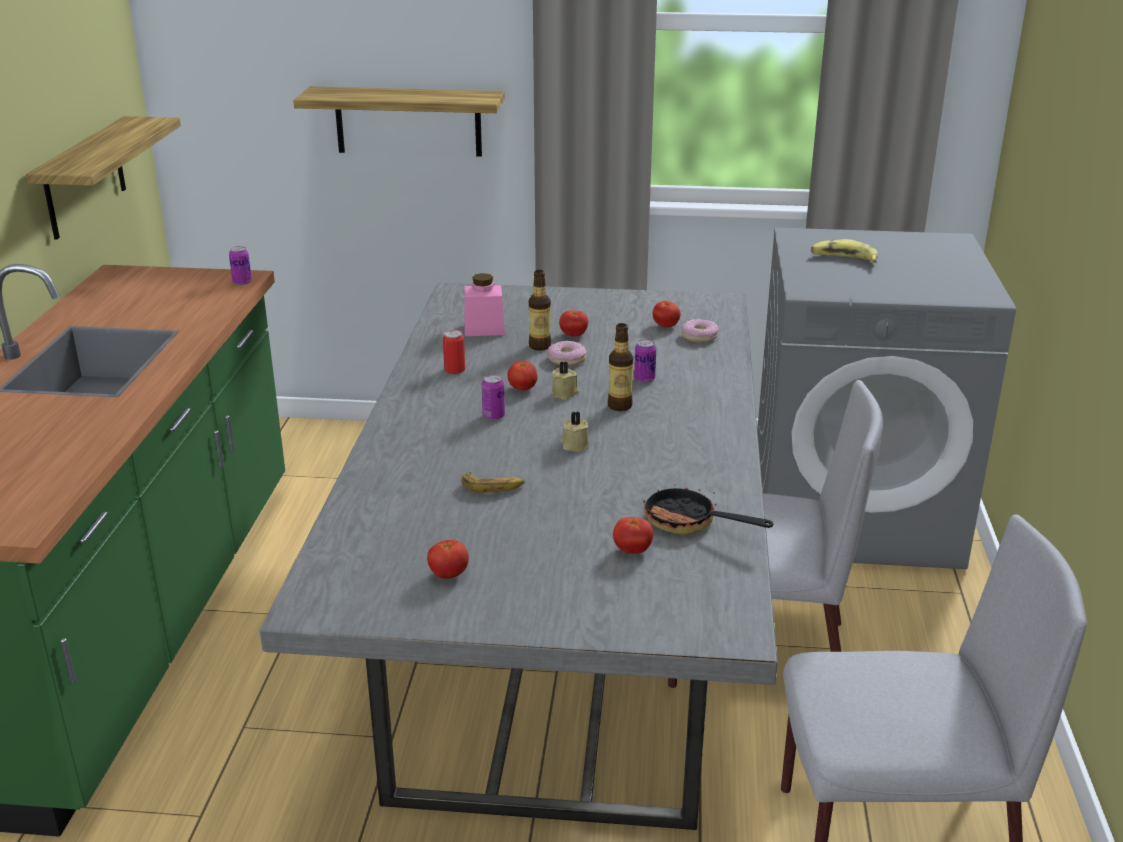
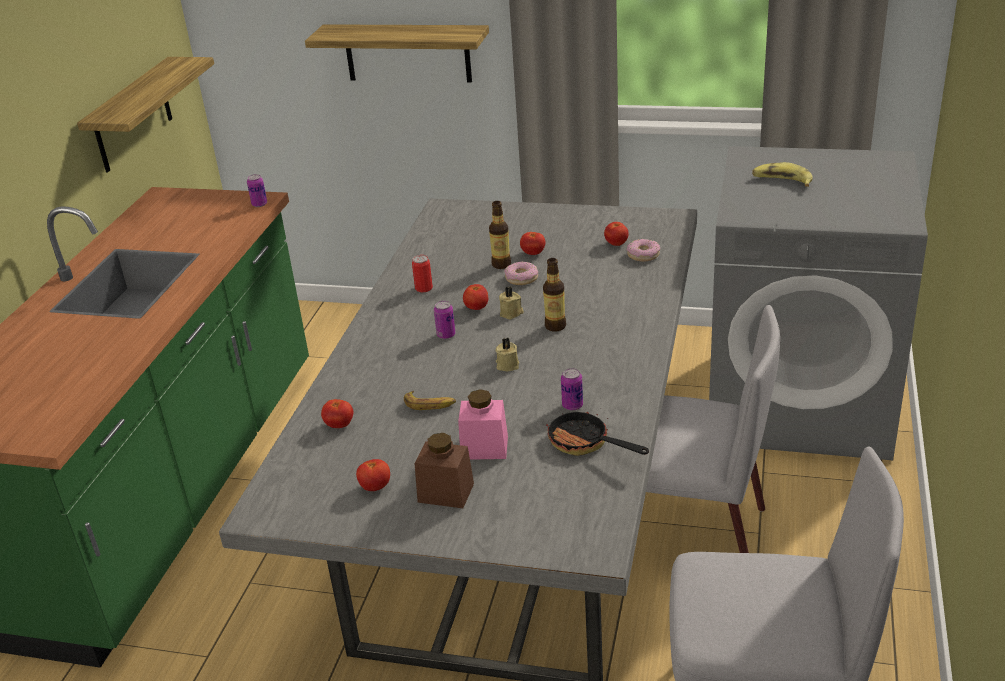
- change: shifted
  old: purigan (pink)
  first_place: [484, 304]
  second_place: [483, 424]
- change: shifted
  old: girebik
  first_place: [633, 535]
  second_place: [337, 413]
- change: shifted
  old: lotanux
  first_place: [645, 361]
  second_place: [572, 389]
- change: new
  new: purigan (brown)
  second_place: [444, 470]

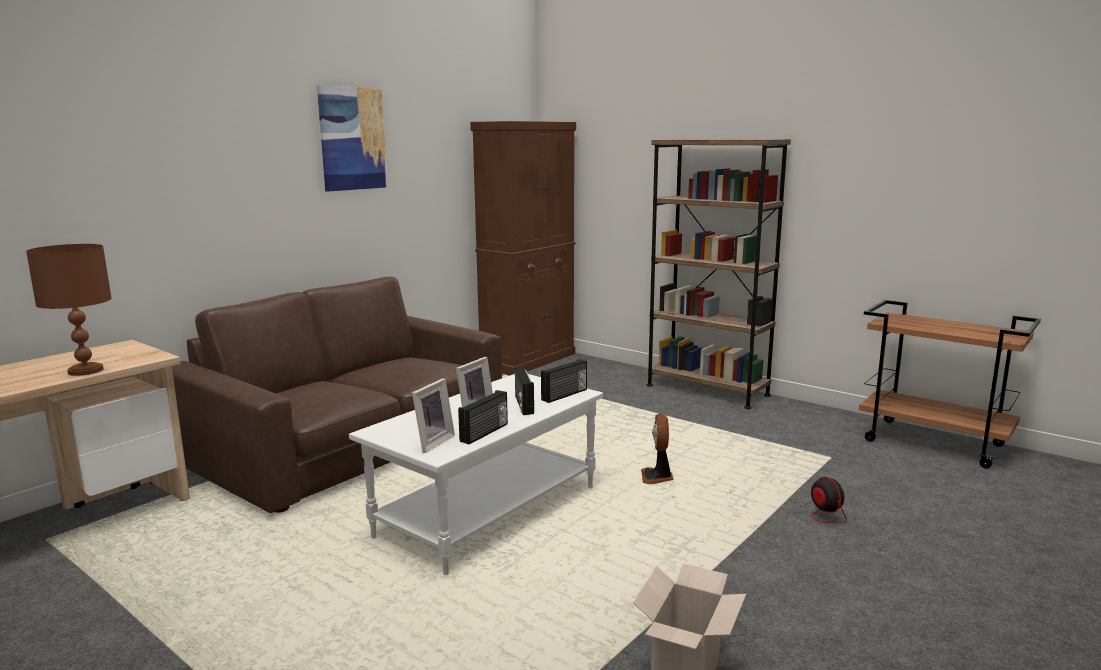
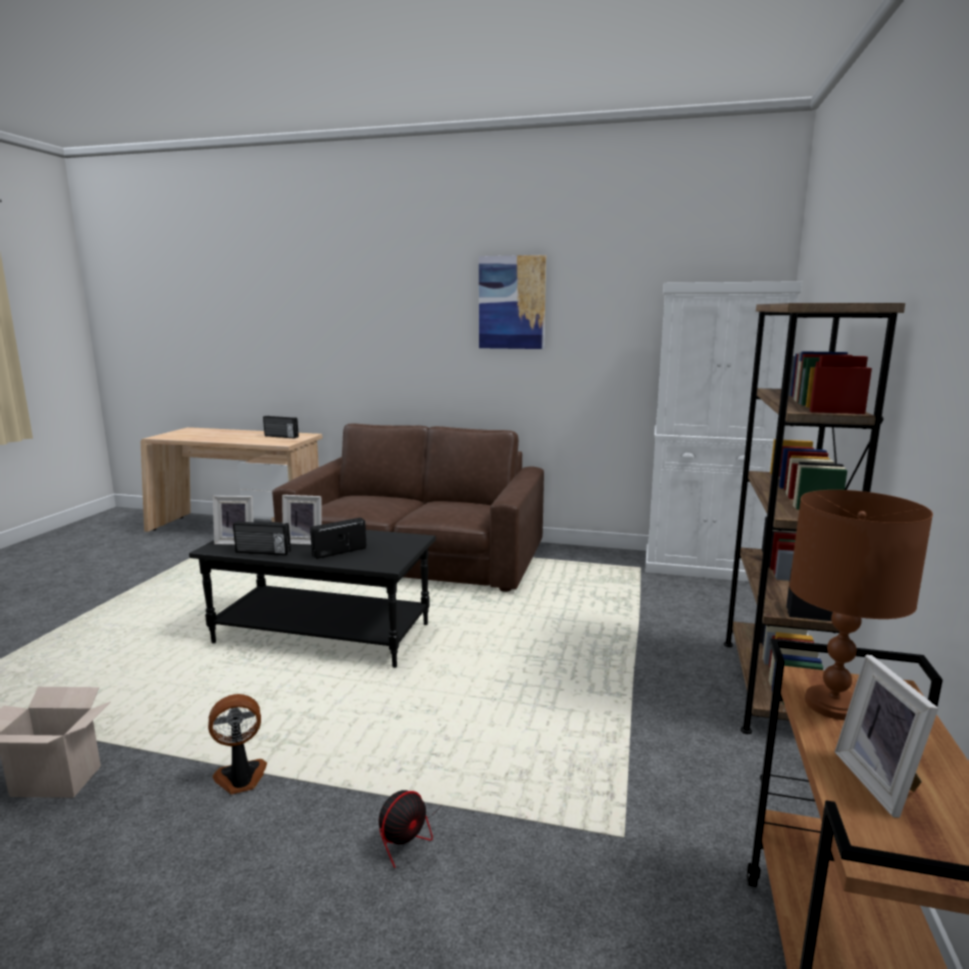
- change: shifted
  old: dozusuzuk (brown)
  first_place: [69, 310]
  second_place: [861, 605]
- change: repainted
  old: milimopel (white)
  new: milimopel (black)
  first_place: [476, 474]
  second_place: [312, 594]
- change: repainted
  old: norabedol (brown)
  new: norabedol (white)
  first_place: [523, 248]
  second_place: [723, 431]
- change: shifted
  old: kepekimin
  first_place: [564, 381]
  second_place: [281, 427]
- change: shifted
  old: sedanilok
  first_place: [657, 449]
  second_place: [237, 744]
- change: new
  new: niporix
  second_place: [887, 736]

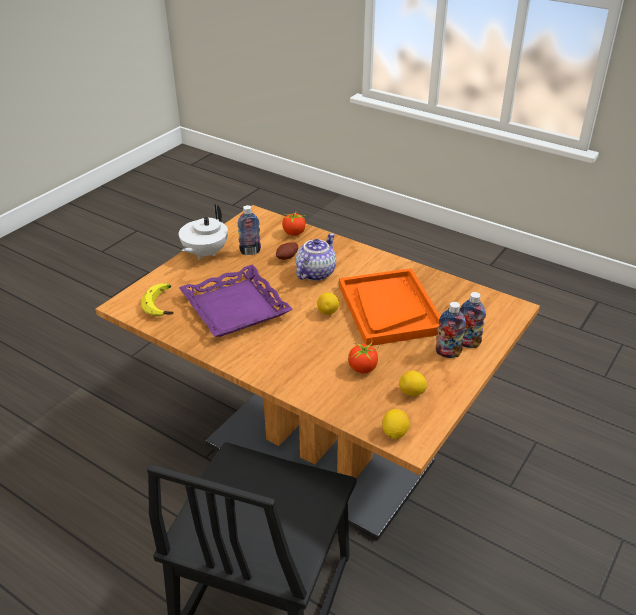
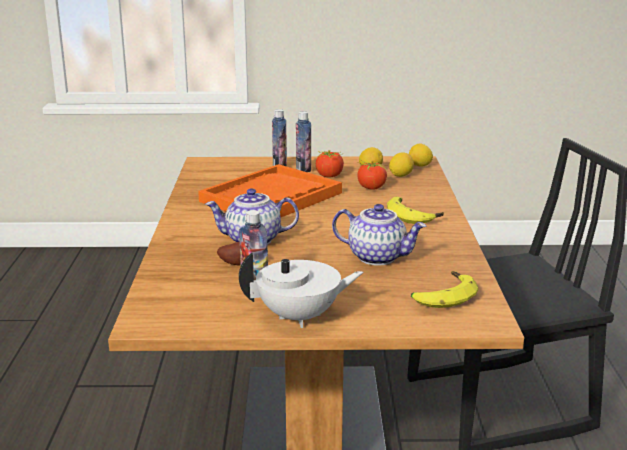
- change: swapped
  old: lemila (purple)
  new: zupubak
  first_place: [236, 301]
  second_place: [379, 234]
- change: shifted
  old: girebik
  first_place: [294, 224]
  second_place: [330, 164]
- change: shifted
  old: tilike
  first_place: [328, 304]
  second_place: [401, 164]
- change: new
  new: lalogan
  second_place: [415, 210]

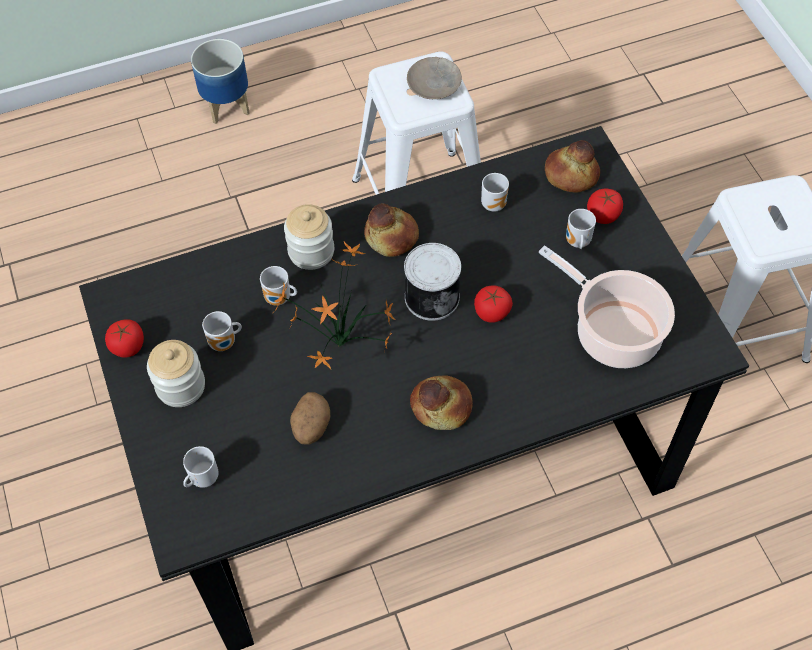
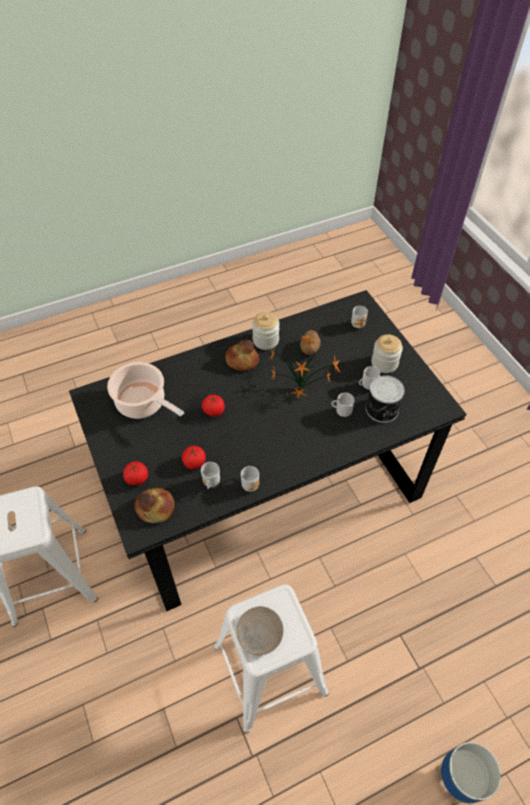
- change: shifted
  old: girebik
  first_place: [124, 338]
  second_place: [194, 457]
- change: shifted
  old: purigan
  first_place: [309, 237]
  second_place: [266, 331]
- change: gone
  old: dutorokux
  first_place: [391, 230]
- change: shifted
  old: lotanux
  first_place: [432, 282]
  second_place: [385, 399]
- change: shifted
  old: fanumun
  first_place: [581, 229]
  second_place: [250, 479]

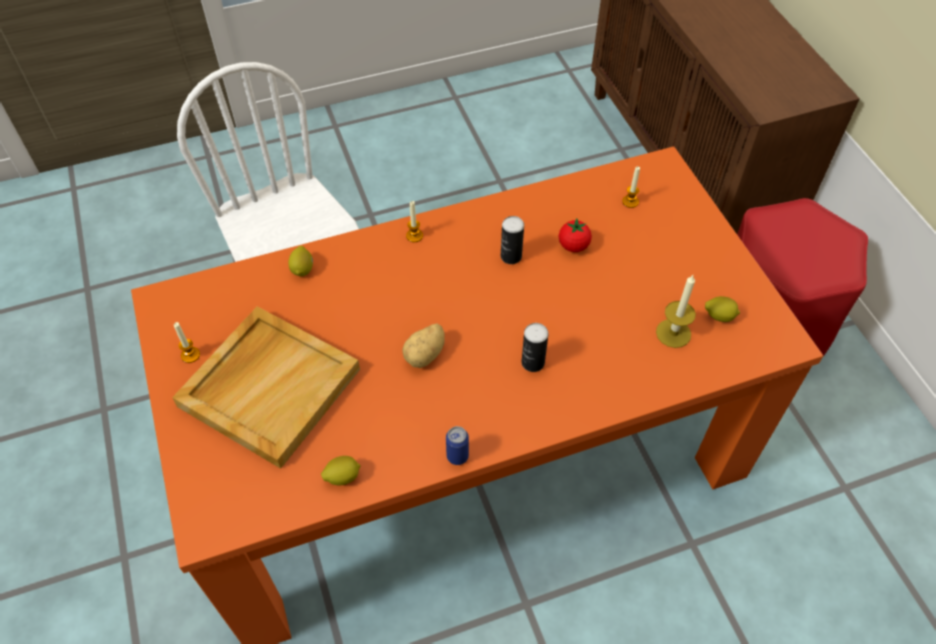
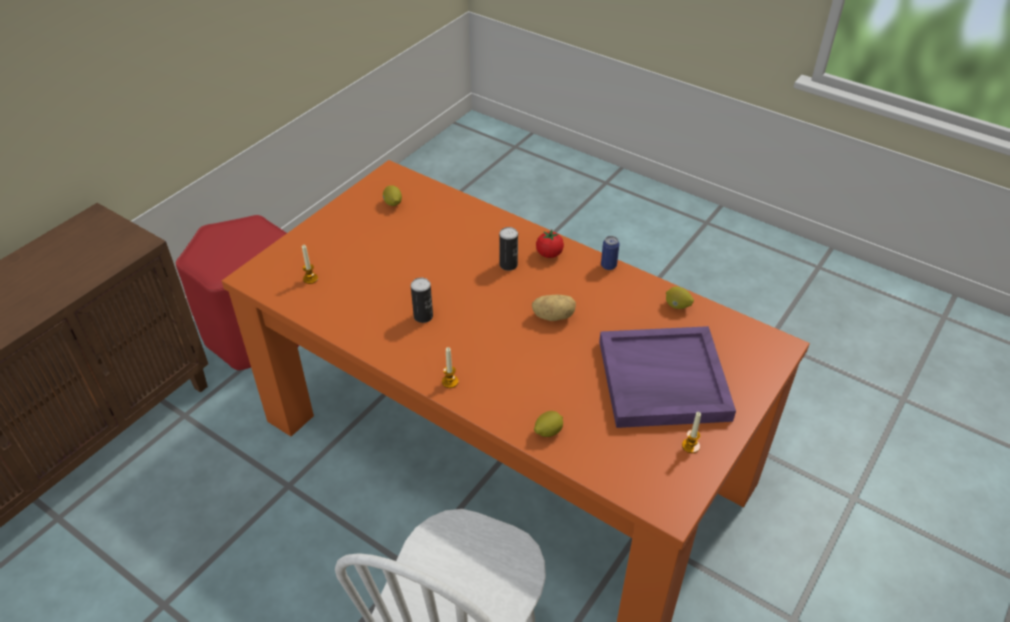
- change: repainted
  old: lemila (beige)
  new: lemila (purple)
  first_place: [266, 387]
  second_place: [667, 377]
- change: shifted
  old: girebik
  first_place: [575, 235]
  second_place: [550, 244]
- change: gone
  old: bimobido
  first_place: [676, 311]

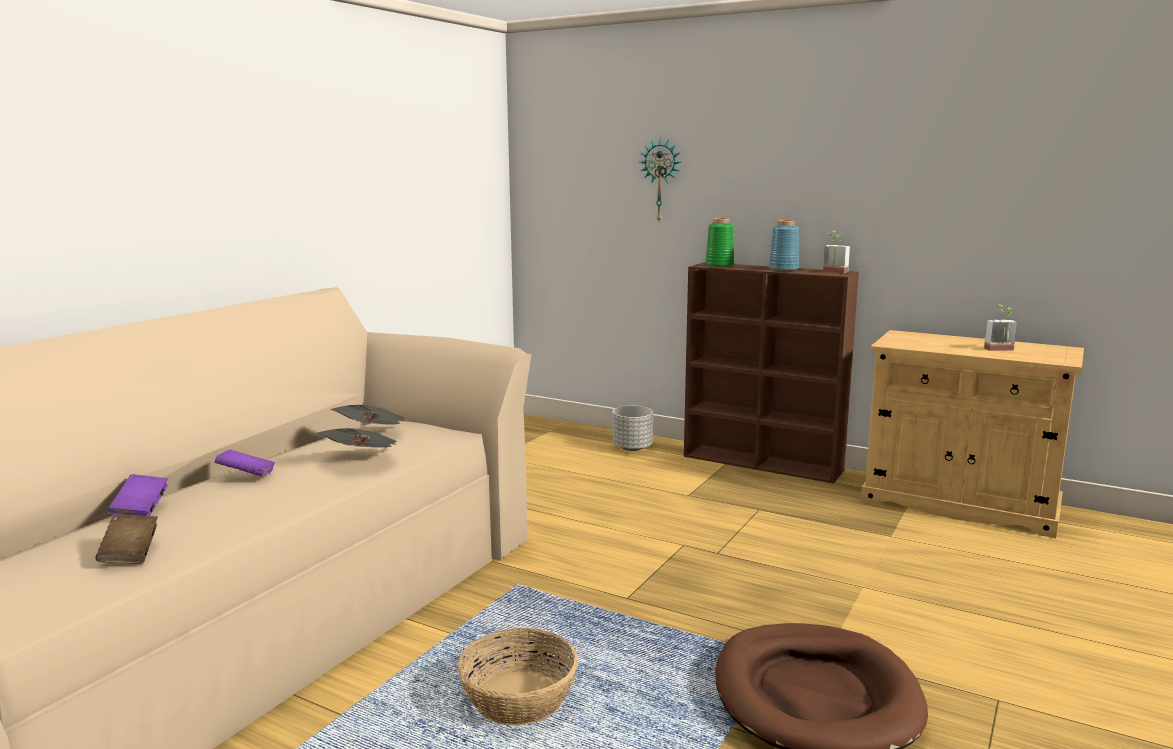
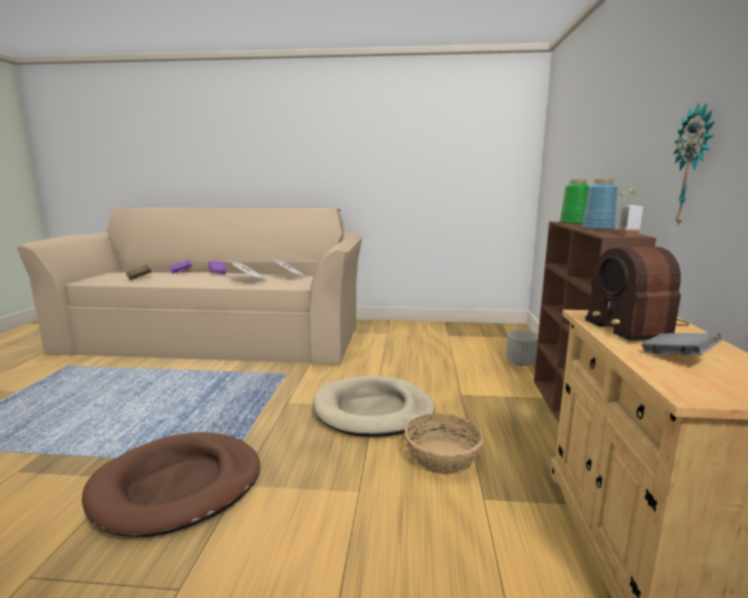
- change: shifted
  old: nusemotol
  first_place: [517, 676]
  second_place: [444, 444]
- change: shifted
  old: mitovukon
  first_place: [660, 179]
  second_place: [694, 164]
- change: swapped
  old: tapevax
  new: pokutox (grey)
  first_place: [1000, 328]
  second_place: [681, 344]
- change: new
  new: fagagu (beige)
  second_place: [374, 406]
- change: new
  new: kepekimin
  second_place: [637, 294]

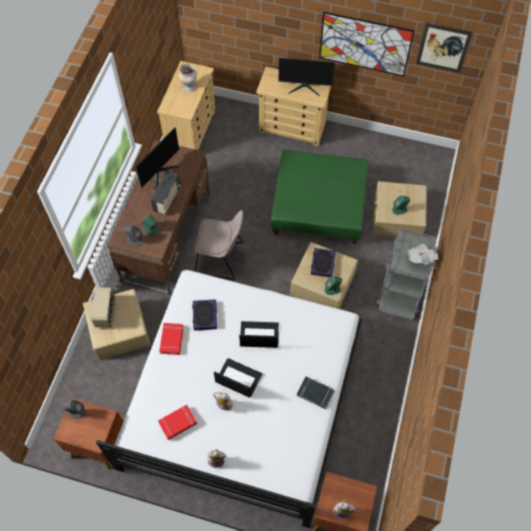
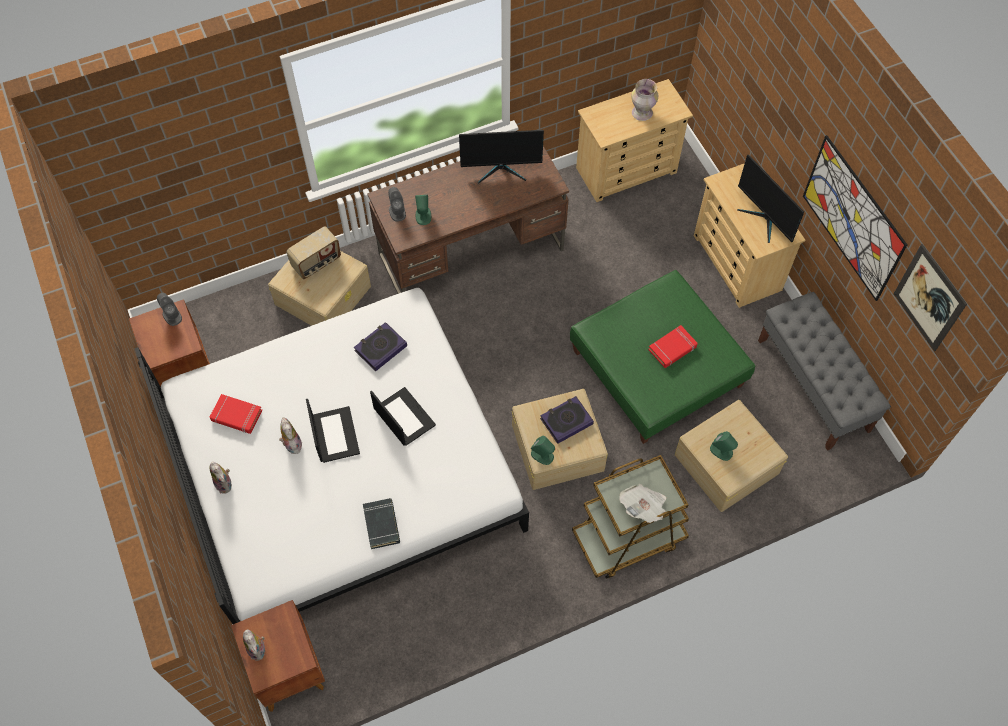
- change: gone
  old: kepekimin
  first_place: [165, 192]
- change: shifted
  old: pokutox (red)
  first_place: [171, 339]
  second_place: [673, 346]
- change: gone
  old: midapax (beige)
  first_place: [218, 245]
- change: repainted
  old: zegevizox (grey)
  new: zegevizox (brown)
  first_place: [407, 274]
  second_place: [630, 517]
- change: new
  new: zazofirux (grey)
  second_place: [824, 371]

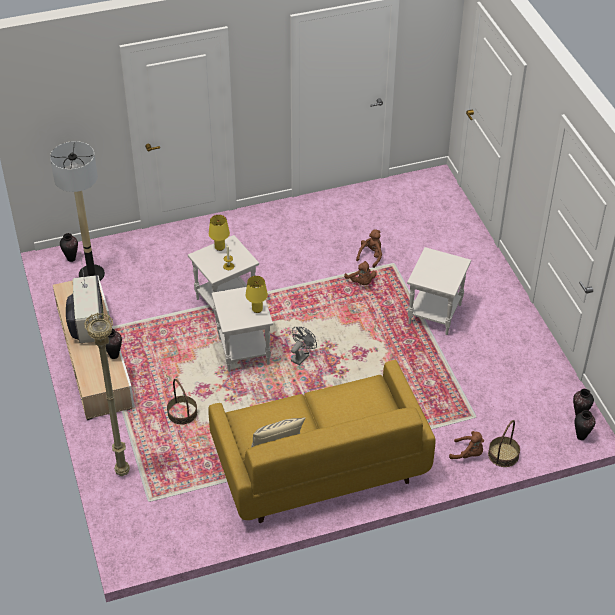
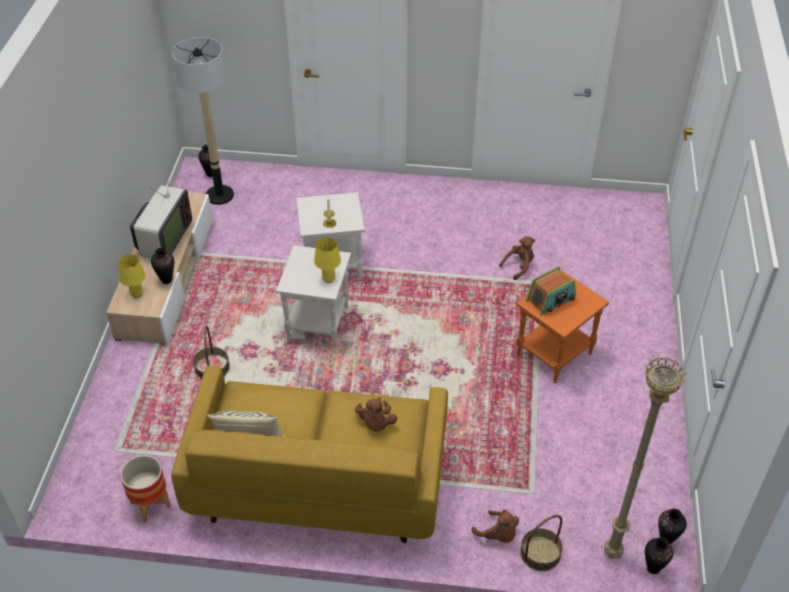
- change: shifted
  old: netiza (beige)
  first_place: [107, 394]
  second_place: [645, 458]
- change: shifted
  old: dozusuzuk (yellow)
  first_place: [219, 233]
  second_place: [132, 276]
- change: gone
  old: sedanilok (grey)
  first_place: [304, 346]
- change: shifted
  old: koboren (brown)
  first_place: [360, 273]
  second_place: [376, 414]
- change: repainted
  old: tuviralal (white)
  new: tuviralal (orange)
  first_place: [439, 291]
  second_place: [562, 326]
- change: new
  new: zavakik
  second_place: [145, 488]
- change: new
  new: kepekimin
  second_place: [551, 290]

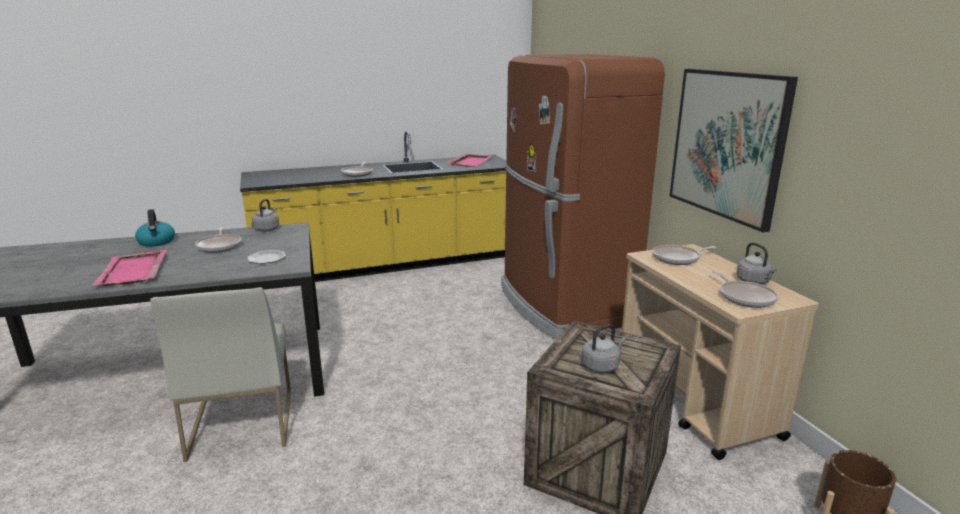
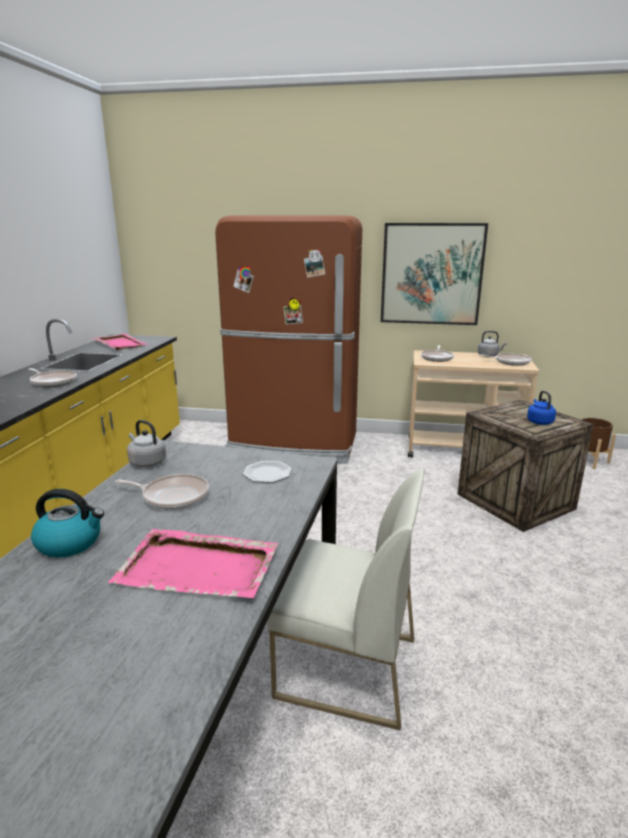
- change: repainted
  old: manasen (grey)
  new: manasen (blue)
  first_place: [604, 348]
  second_place: [541, 408]

